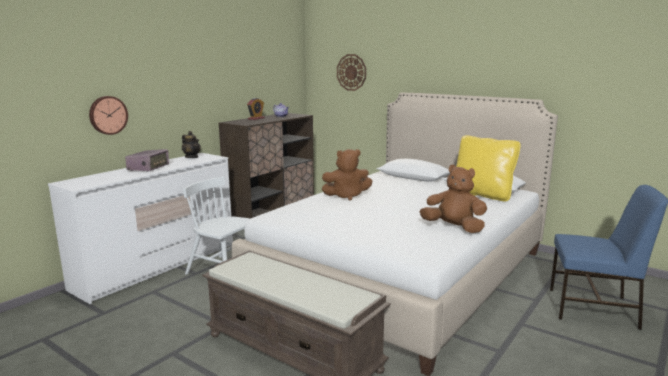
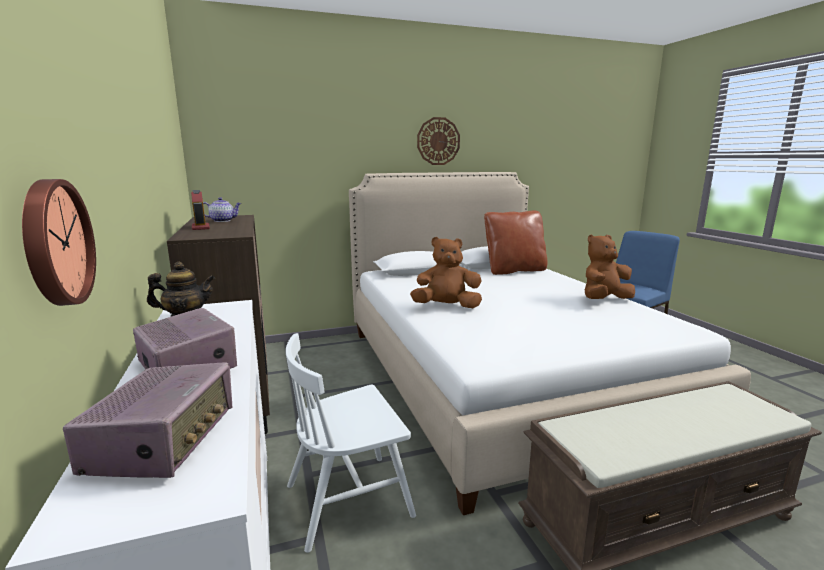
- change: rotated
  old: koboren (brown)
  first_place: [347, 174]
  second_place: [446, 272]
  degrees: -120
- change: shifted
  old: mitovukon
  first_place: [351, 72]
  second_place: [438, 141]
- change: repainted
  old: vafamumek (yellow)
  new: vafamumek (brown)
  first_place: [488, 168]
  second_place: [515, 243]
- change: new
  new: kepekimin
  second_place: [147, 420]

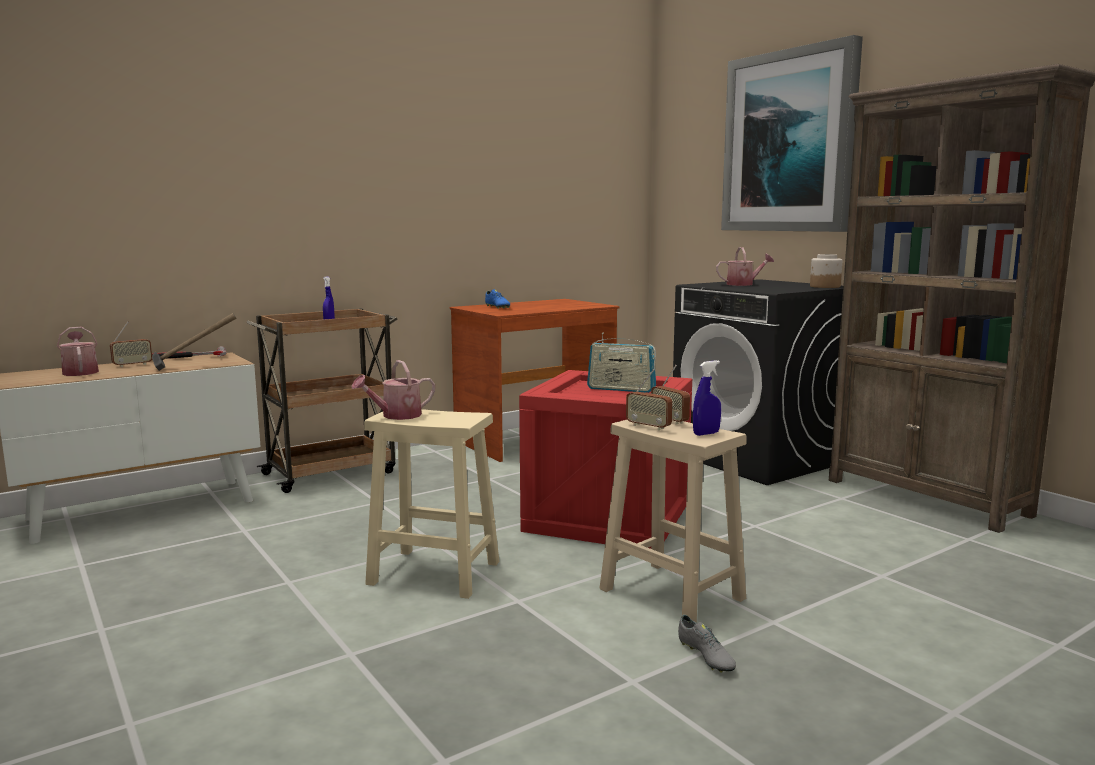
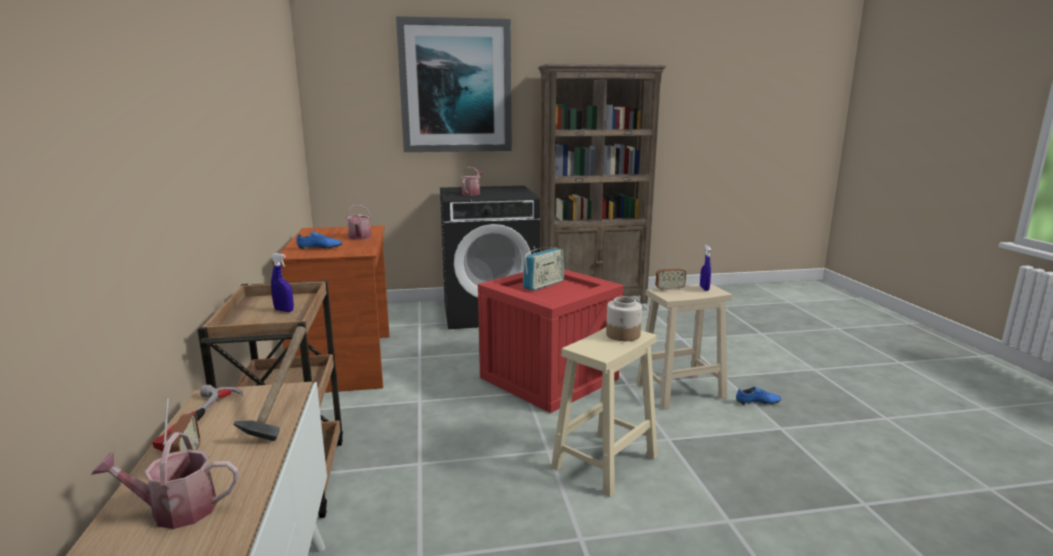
- change: shifted
  old: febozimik
  first_place: [393, 390]
  second_place: [358, 222]
- change: gone
  old: kepekimin
  first_place: [649, 400]
- change: repainted
  old: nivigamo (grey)
  new: nivigamo (blue)
  first_place: [707, 644]
  second_place: [758, 396]
- change: shifted
  old: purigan
  first_place: [826, 271]
  second_place: [624, 319]

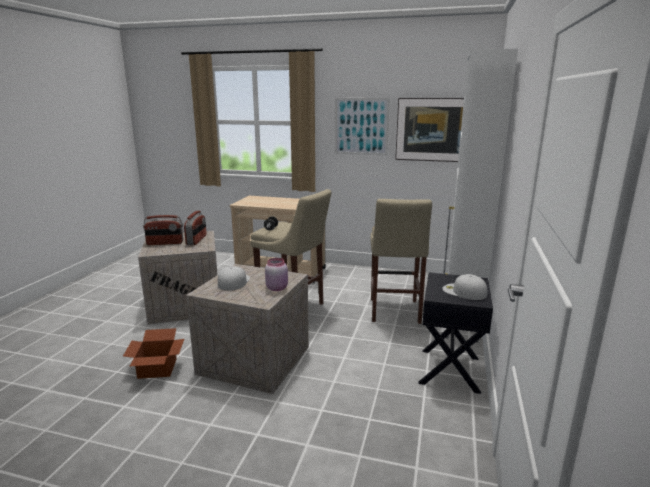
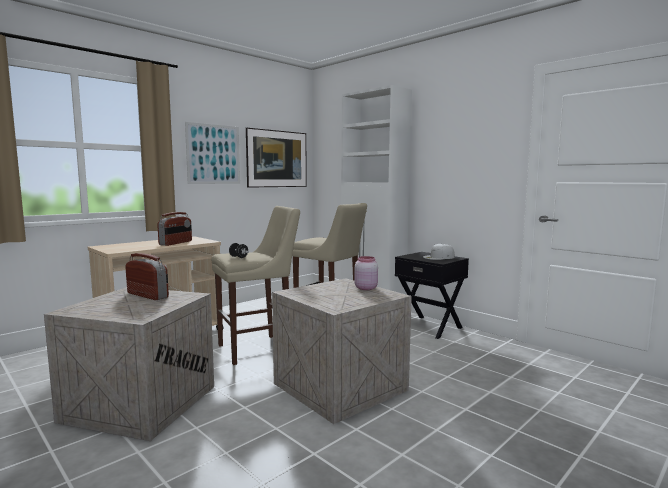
- change: gone
  old: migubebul
  first_place: [153, 353]
- change: shifted
  old: kepekimin
  first_place: [163, 230]
  second_place: [174, 229]
- change: gone
  old: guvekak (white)
  first_place: [234, 278]

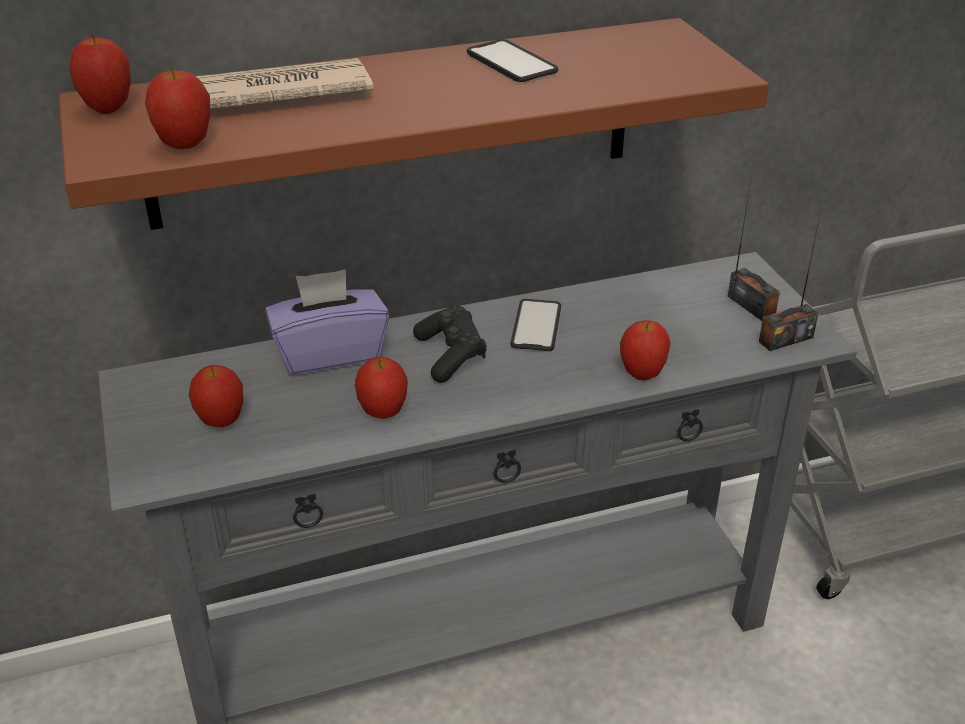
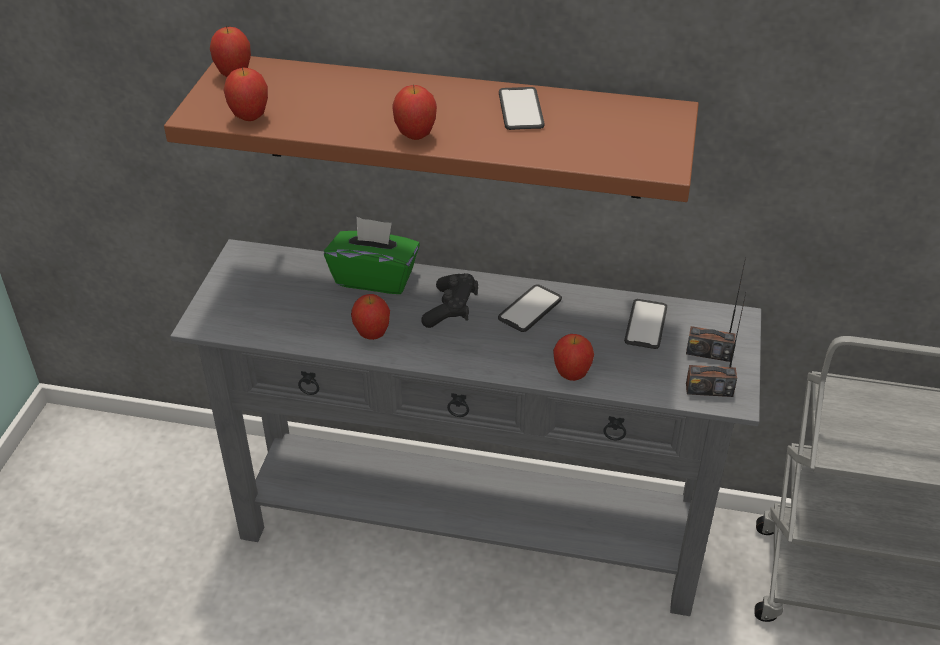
- change: shifted
  old: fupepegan
  first_place: [216, 396]
  second_place: [414, 112]
- change: gone
  old: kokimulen
  first_place: [285, 84]
- change: repainted
  old: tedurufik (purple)
  new: tedurufik (green)
  first_place: [327, 322]
  second_place: [372, 255]
- change: rotated
  old: kepekimin
  first_place: [754, 250]
  second_place: [716, 310]
  degrees: 105
- change: new
  new: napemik
  second_place: [645, 324]

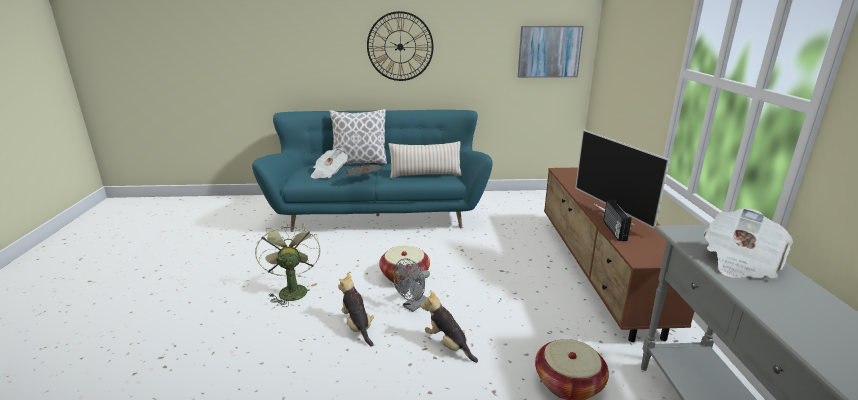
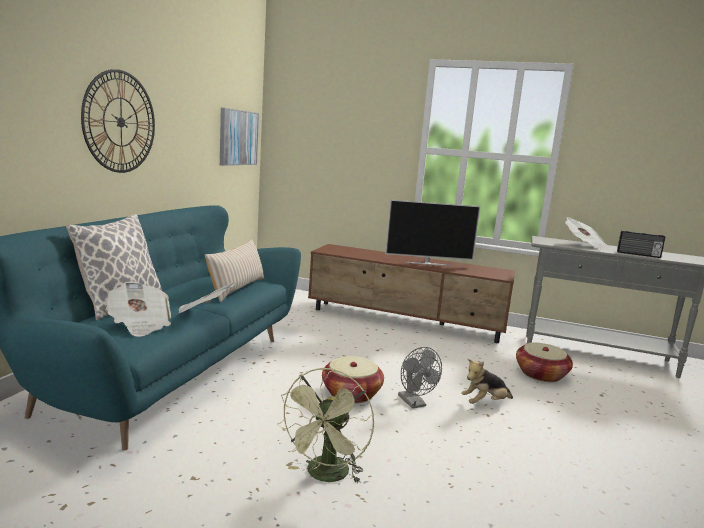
- change: rotated
  old: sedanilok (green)
  first_place: [287, 264]
  second_place: [325, 425]
  degrees: -75
- change: gone
  old: koboren
  first_place: [356, 310]
- change: shifted
  old: kepekimin
  first_place: [617, 220]
  second_place: [641, 244]

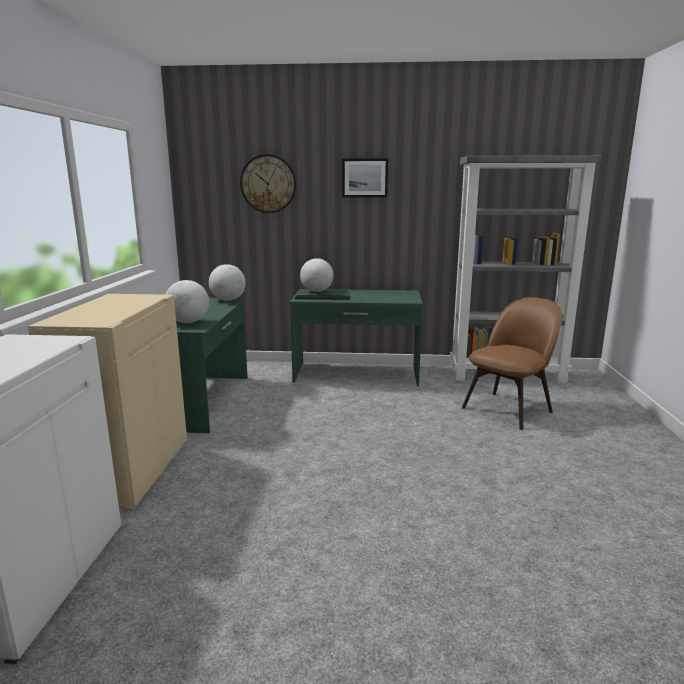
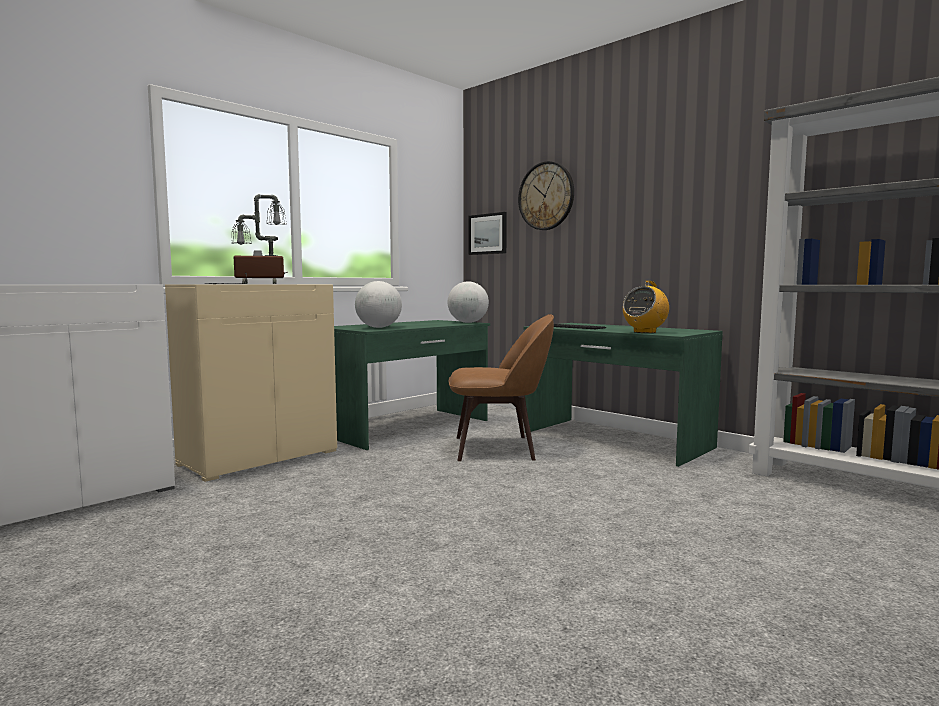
- change: gone
  old: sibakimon
  first_place: [317, 275]
- change: shifted
  old: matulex
  first_place: [365, 178]
  second_place: [488, 233]
- change: shifted
  old: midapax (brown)
  first_place: [512, 363]
  second_place: [501, 387]
- change: new
  new: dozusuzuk
  second_place: [246, 239]
- change: new
  new: kepekimin
  second_place: [646, 307]

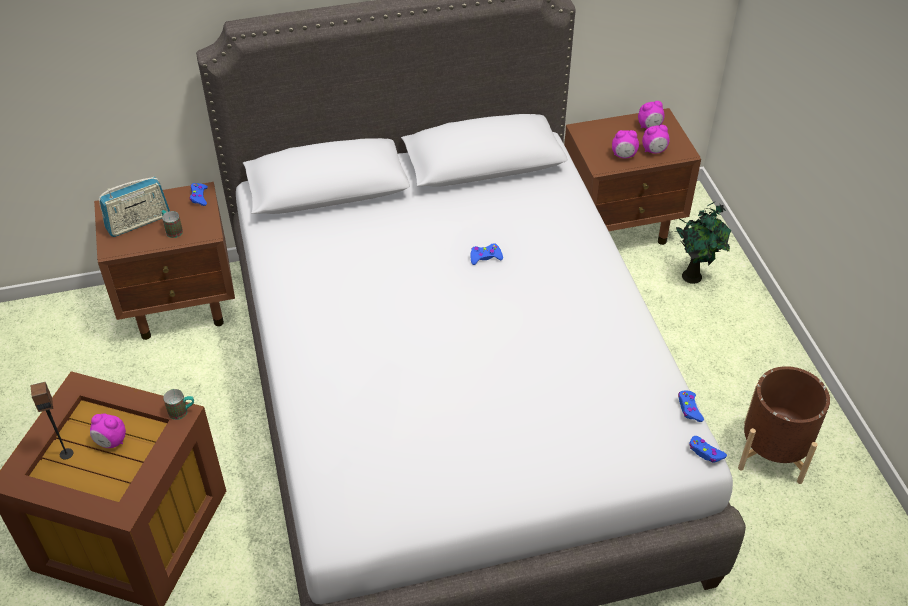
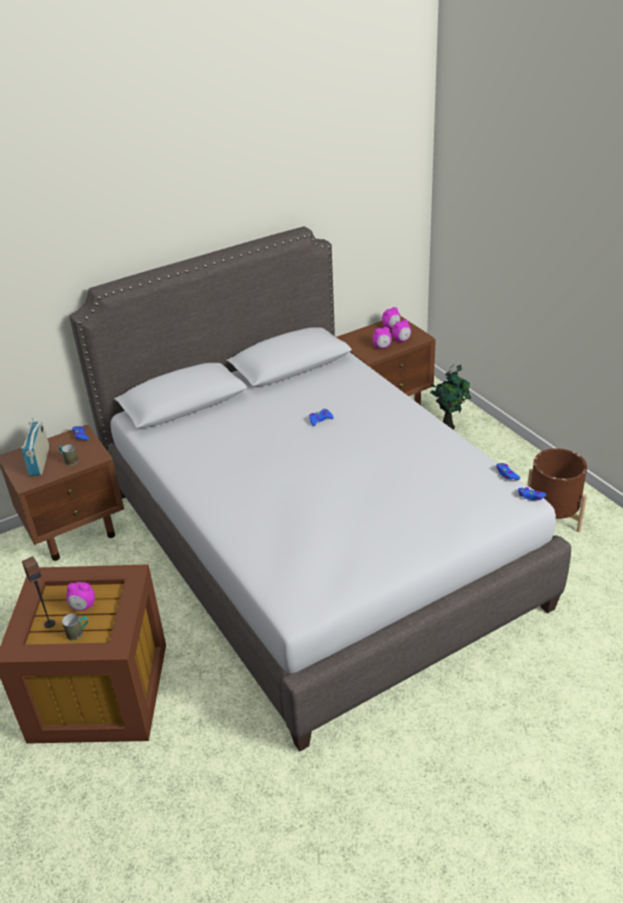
- change: rotated
  old: kepekimin
  first_place: [134, 207]
  second_place: [35, 447]
  degrees: 135
- change: shifted
  old: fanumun
  first_place: [178, 404]
  second_place: [75, 627]

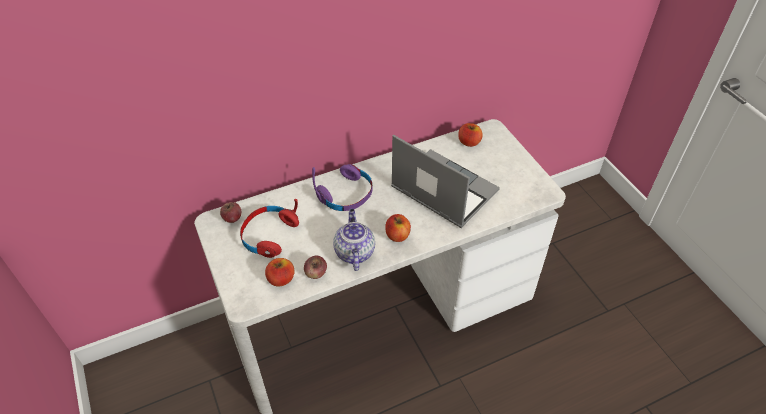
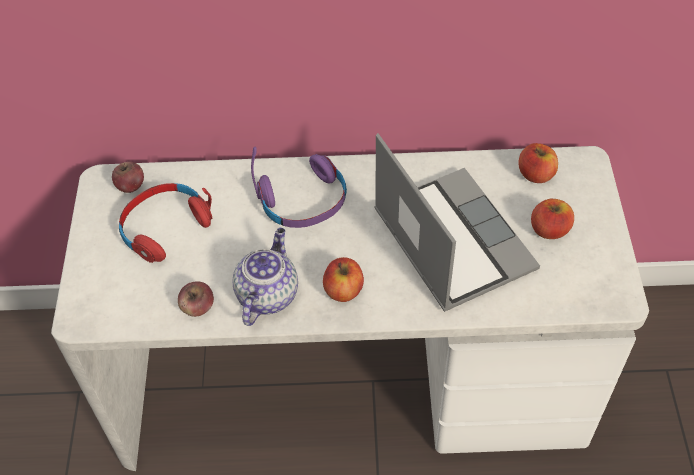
- change: shifted
  old: fupepegan
  first_place: [280, 272]
  second_place: [552, 219]

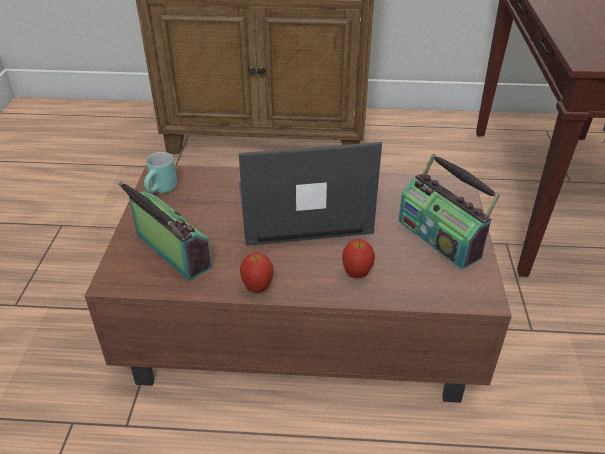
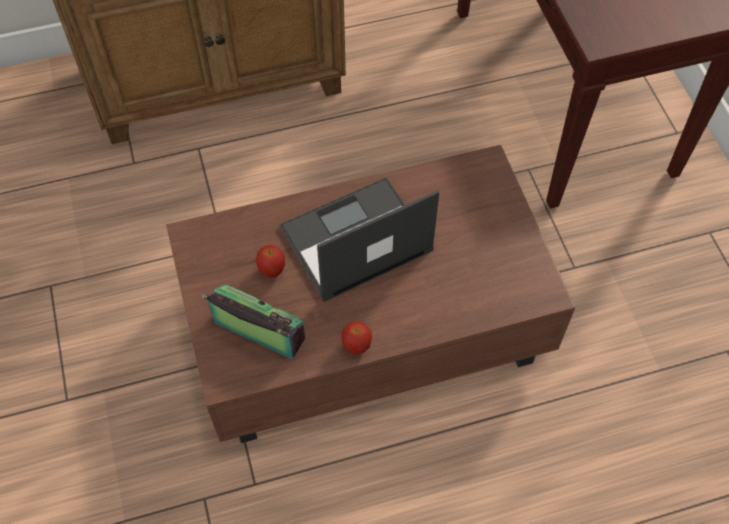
- change: gone
  old: fanumun (turquoise)
  first_place: [160, 172]
- change: shifted
  old: fupepegan
  first_place: [358, 258]
  second_place: [270, 261]
- change: gone
  old: kepekimin
  first_place: [449, 212]

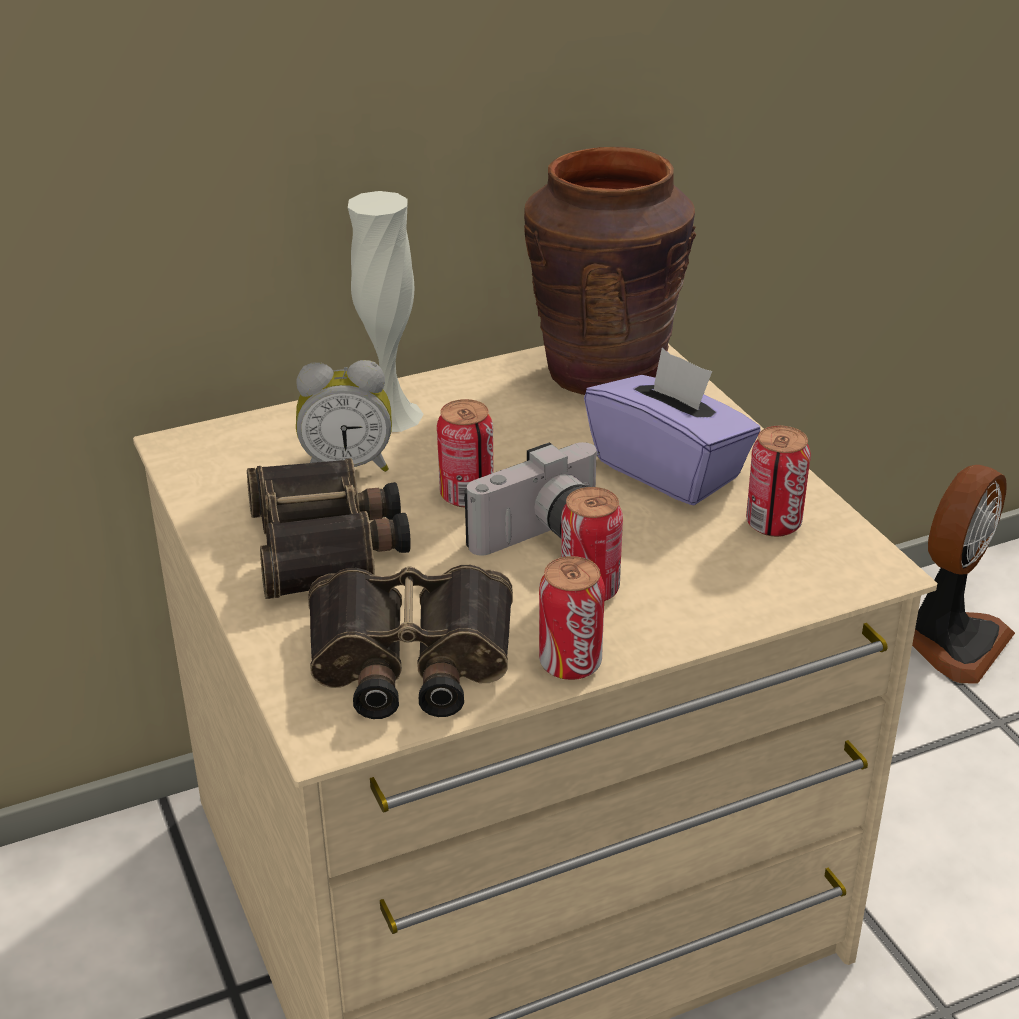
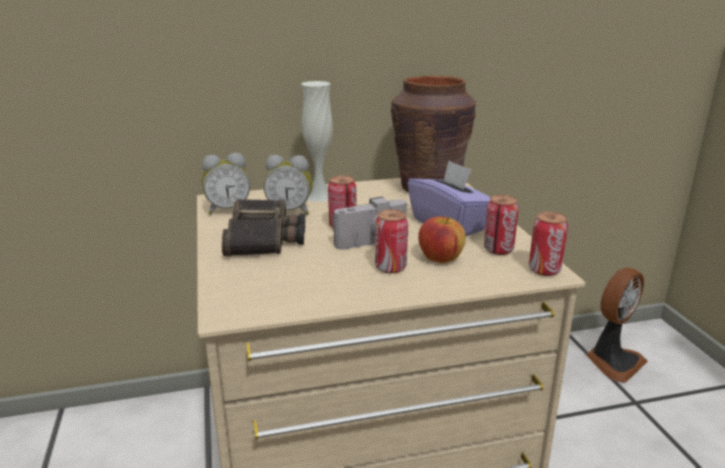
- change: gone
  old: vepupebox
  first_place: [410, 642]
- change: shifted
  old: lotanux
  first_place: [572, 618]
  second_place: [548, 244]
- change: new
  new: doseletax
  second_place: [226, 184]
- change: new
  new: fupepegan
  second_place: [442, 239]

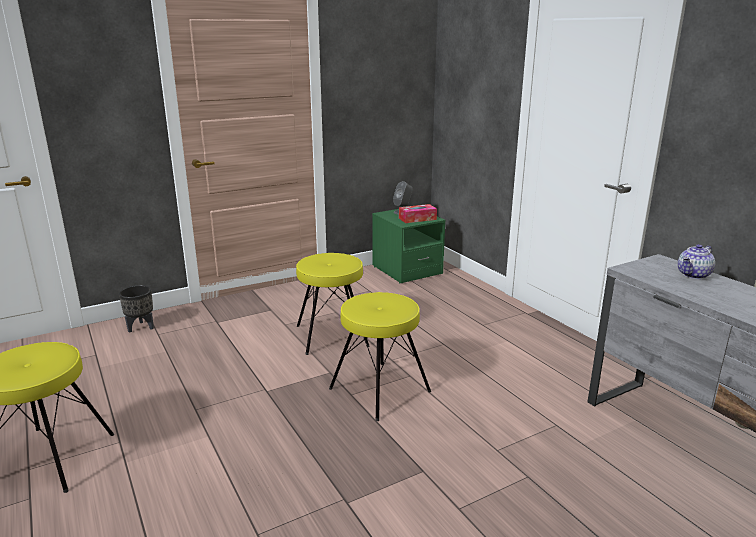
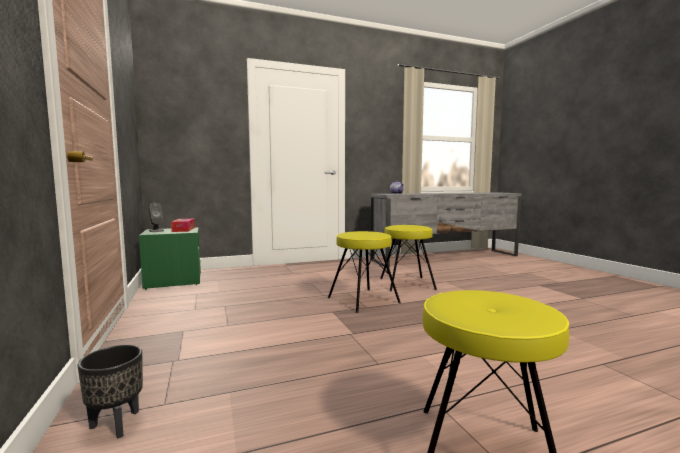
- change: shifted
  old: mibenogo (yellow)
  first_place: [332, 304]
  second_place: [408, 258]

